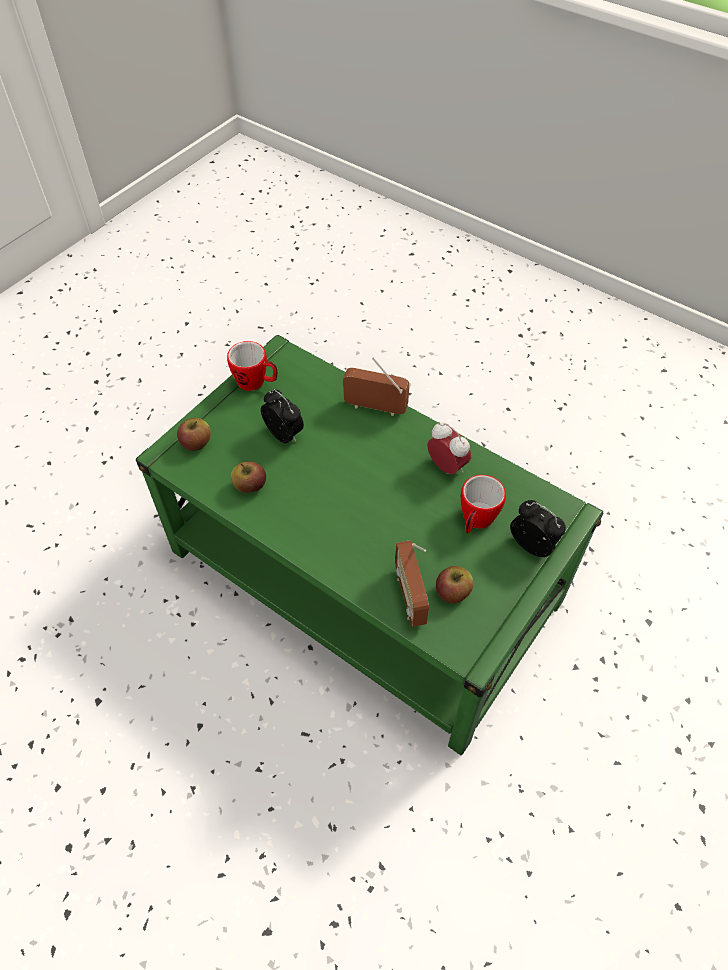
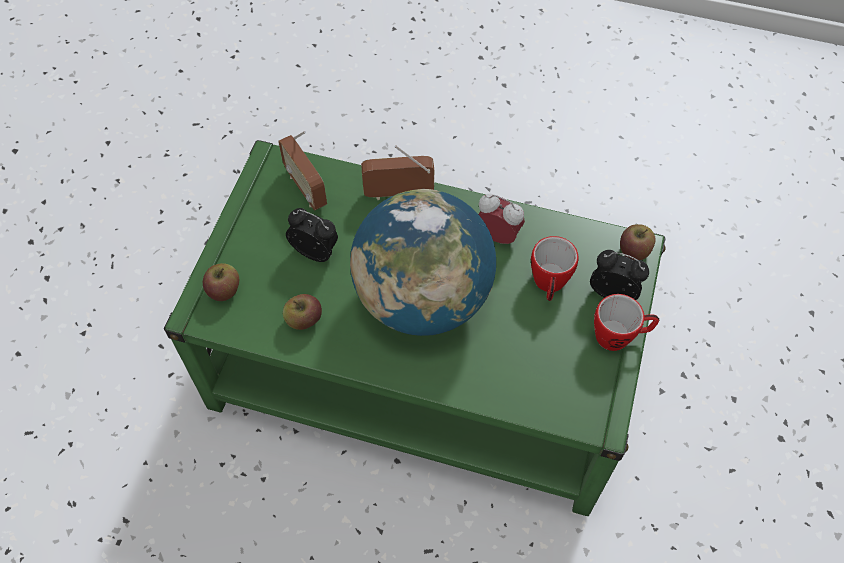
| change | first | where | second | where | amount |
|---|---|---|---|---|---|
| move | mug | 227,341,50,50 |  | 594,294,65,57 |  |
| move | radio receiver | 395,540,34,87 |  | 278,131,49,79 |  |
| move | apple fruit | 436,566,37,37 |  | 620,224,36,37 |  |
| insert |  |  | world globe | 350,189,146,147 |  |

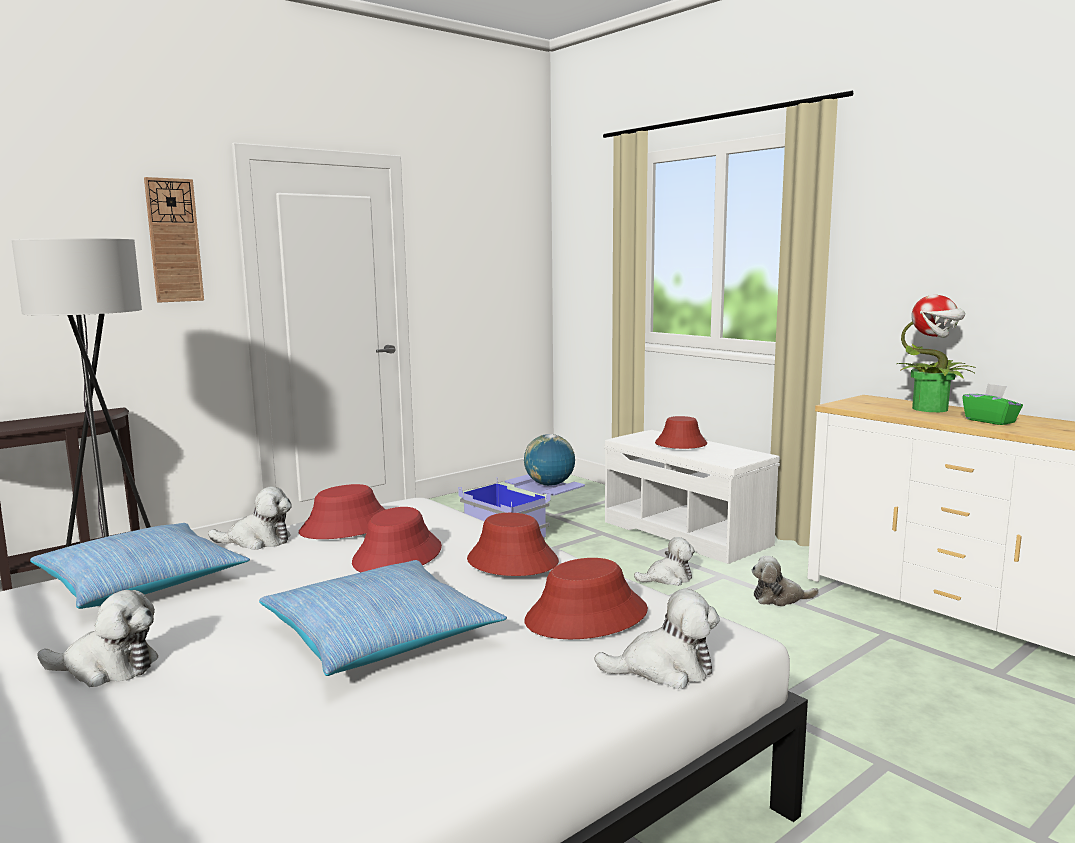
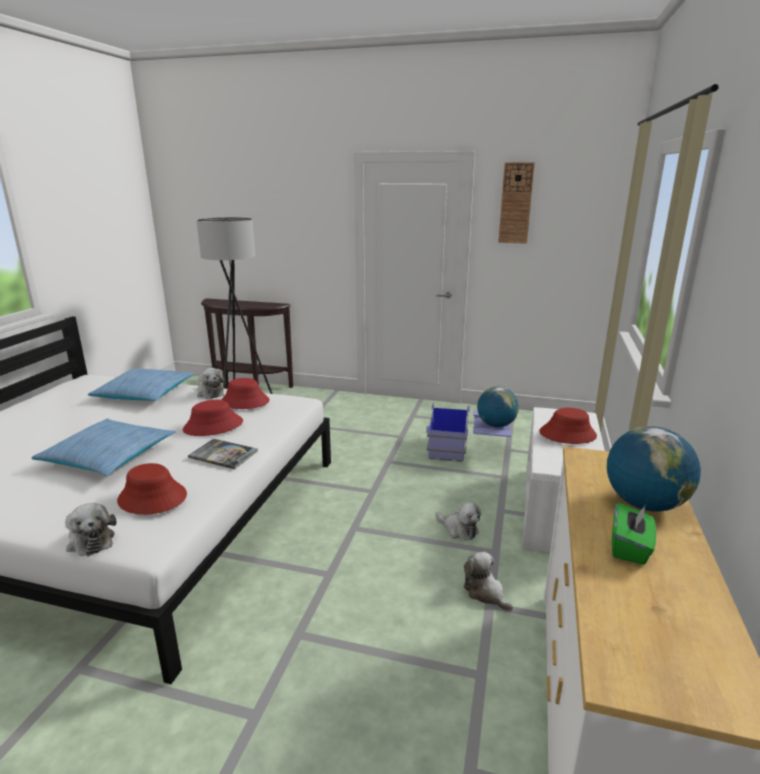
| change | first | where | second | where | amount |
|---|---|---|---|---|---|
| delete | plush toy | 37,590,121,97 |  |  |  |
| move | hanging clock | 144,177,60,126 |  | 498,162,37,82 |  |
| replace | red-coloured clothing hat | 467,513,92,63 | bound book | 188,439,70,30 |  |
| replace | houseplant | 897,295,78,117 | world globe | 607,426,94,86 |  |

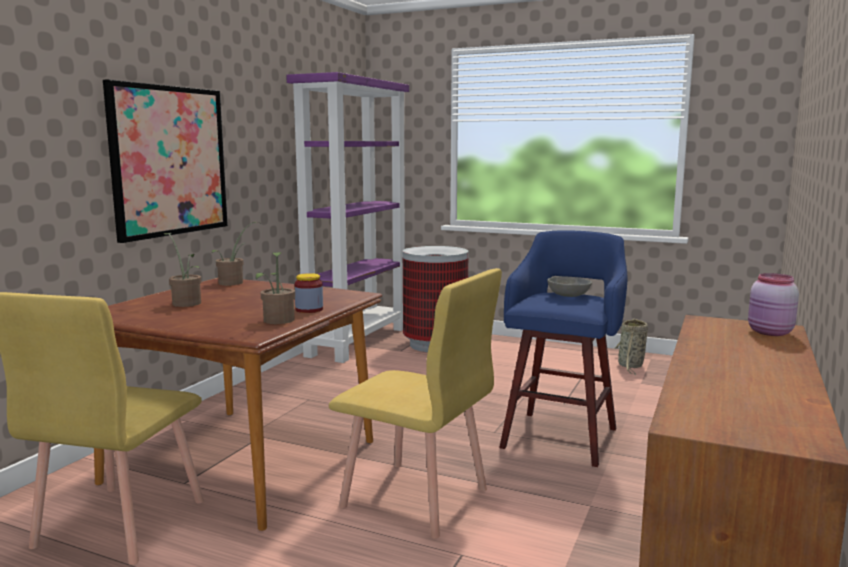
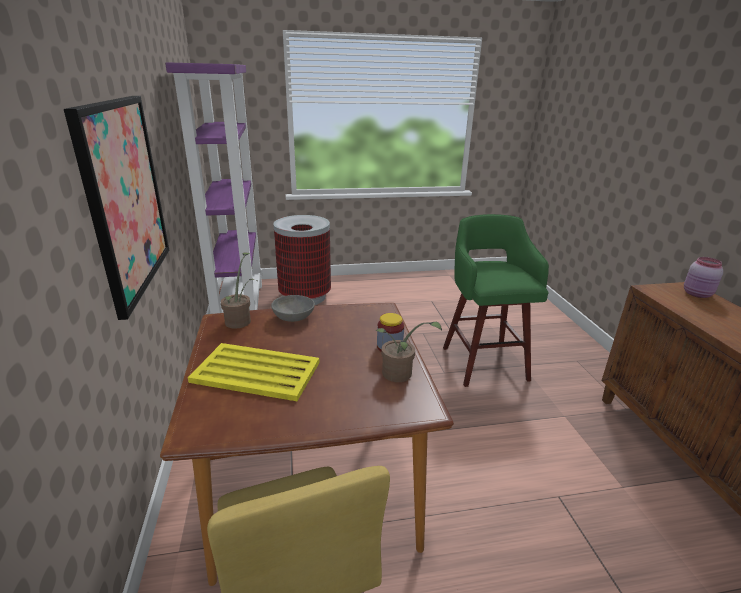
| change | first | where | second | where | amount |
|---|---|---|---|---|---|
| replace | houseplant | 163,233,38,74 | yellow serving tray | 188,343,131,58 |  |
| delete | yellow upright chair | 329,268,173,271 |  |  |  |
| recolor | blue-coloured sitting stool | 499,230,129,237 | green sitting stool | 443,214,106,173 |  |
| move | greyish bowl | 547,276,45,21 |  | 271,295,44,27 |  |
| delete | storage basket | 615,318,33,57 |  |  |  |

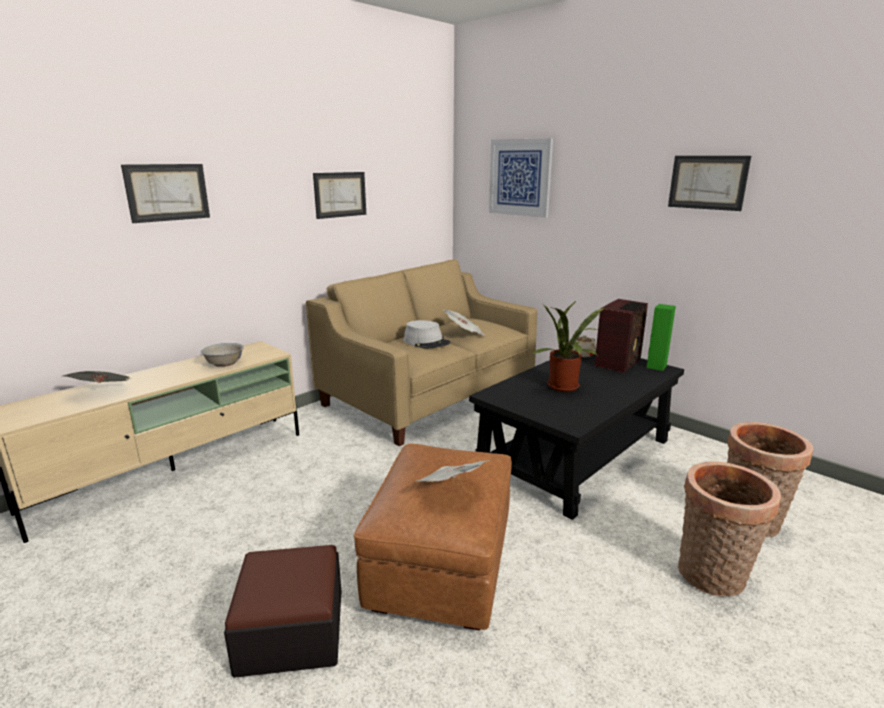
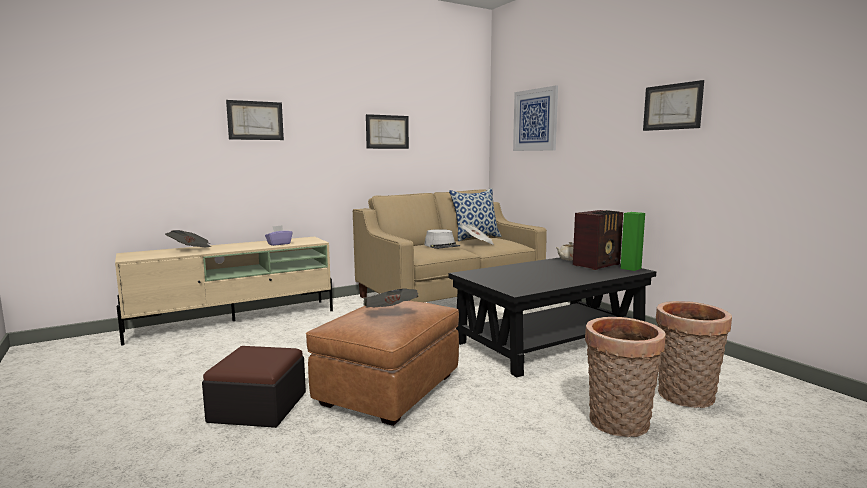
| change | first | where | second | where | amount |
|---|---|---|---|---|---|
| replace | whitish bowl | 201,343,43,24 | purple-coloured box of tissues | 265,225,27,21 |  |
| delete | houseplant | 532,300,73,92 |  |  |  |
| insert |  |  | throw pillow | 449,188,52,53 |  |

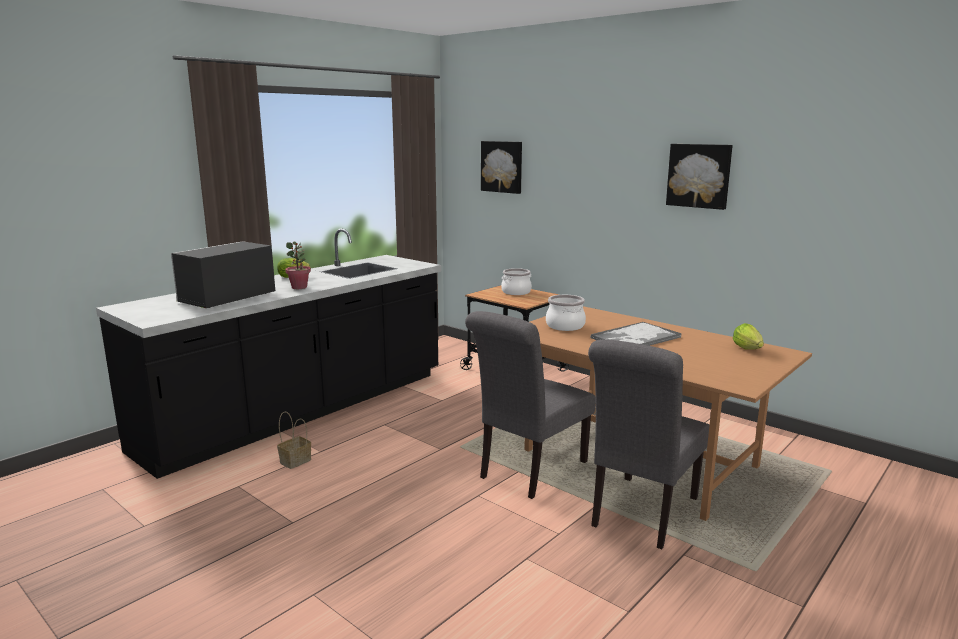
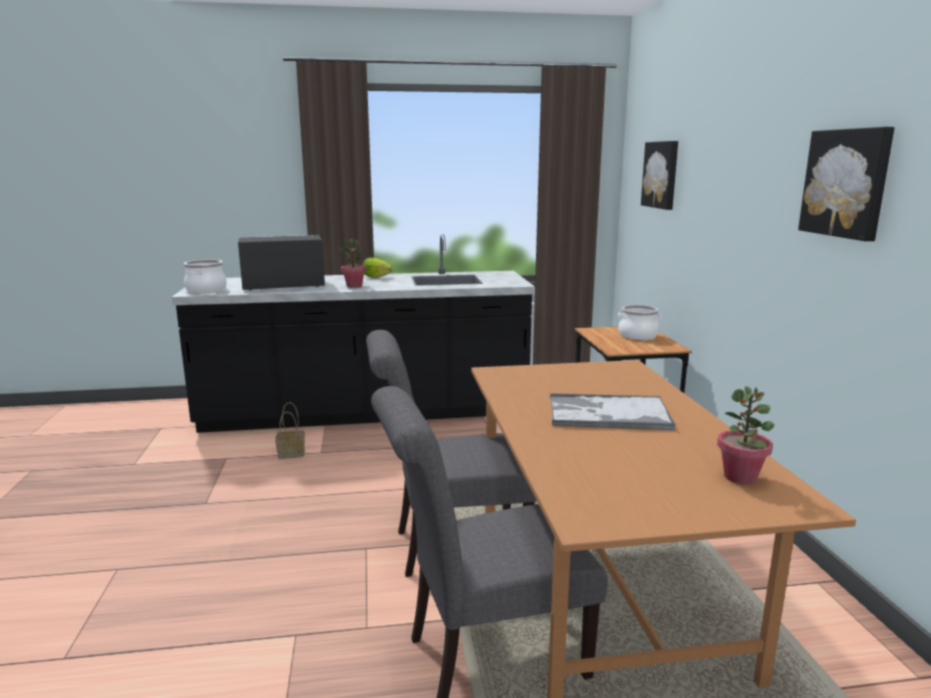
| change | first | where | second | where | amount |
|---|---|---|---|---|---|
| move | cooking pot | 546,295,40,36 |  | 184,260,43,34 |  |
| replace | lettuce | 733,323,31,27 | houseplant | 717,386,58,99 |  |

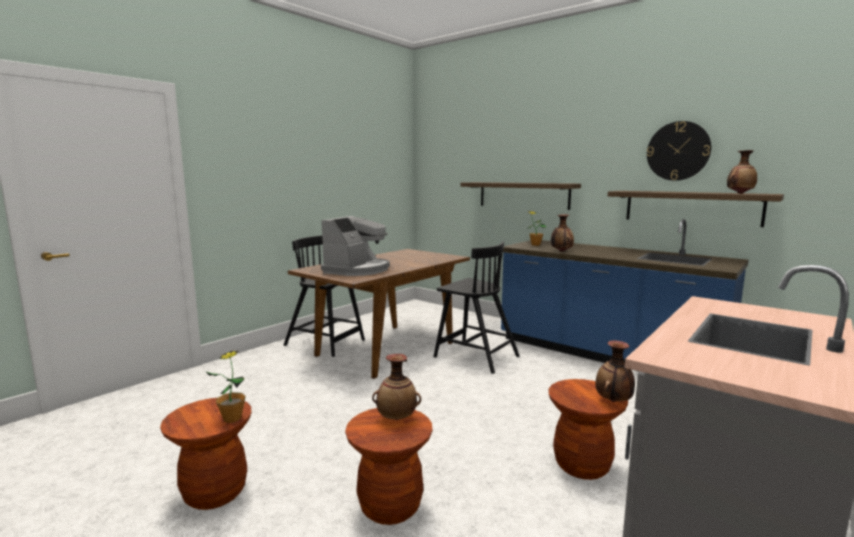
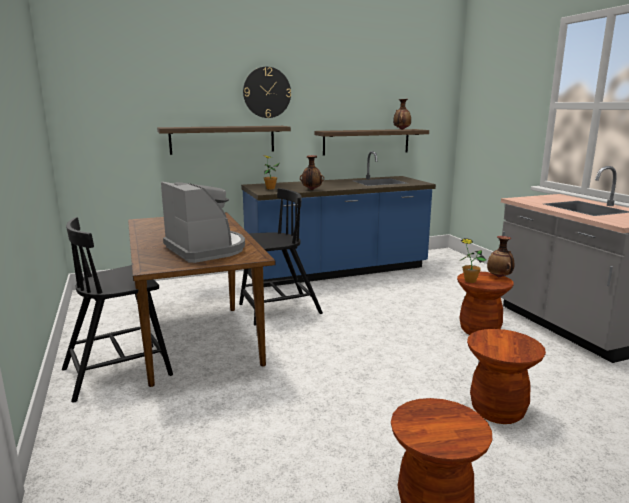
| change | first | where | second | where | amount |
|---|---|---|---|---|---|
| move | houseplant | 205,351,41,72 |  | 461,238,25,45 |  |
| delete | decorative vase | 372,354,49,66 |  |  |  |
| move | hanging clock | 647,121,64,60 |  | 243,67,48,51 |  |

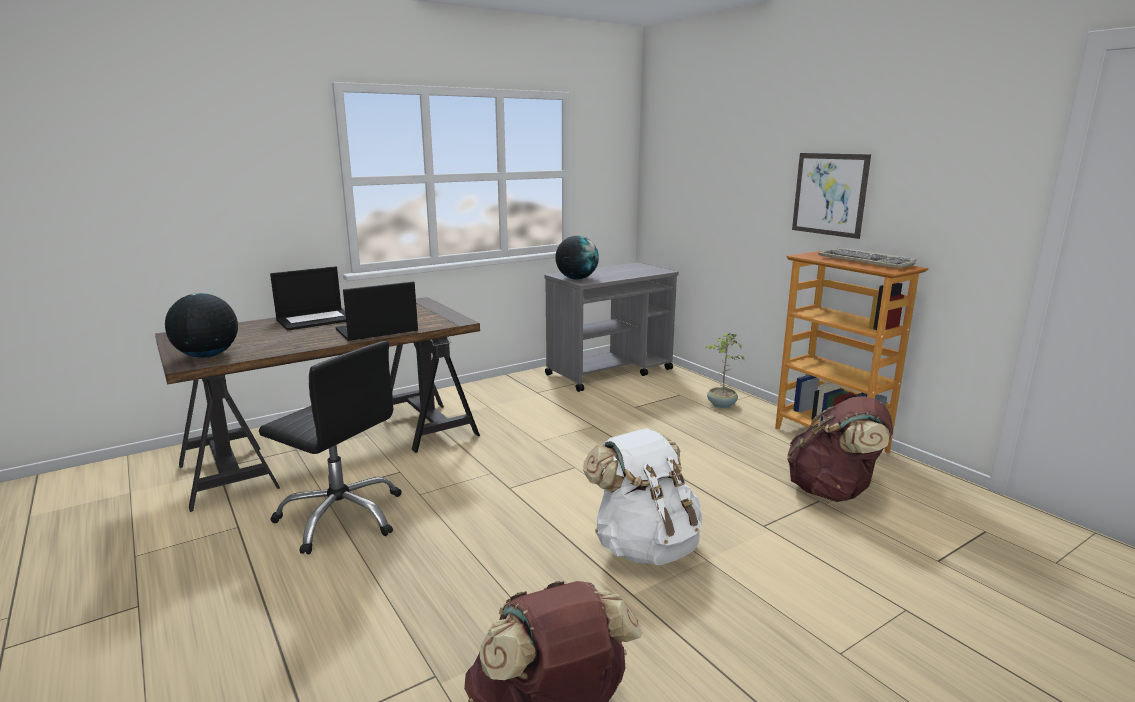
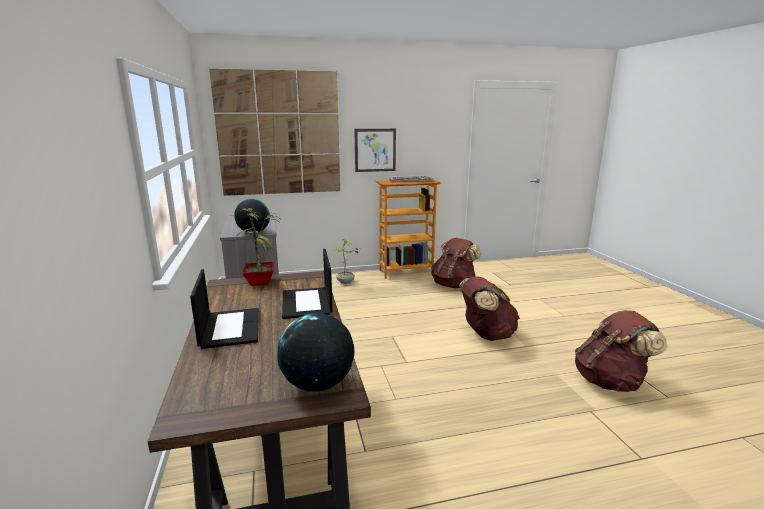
| change | first | where | second | where | amount |
|---|---|---|---|---|---|
| delete | black desk chair | 259,341,143,213 |  |  |  |
| recolor | whitish backpack | 583,428,119,137 | brownish backpack | 459,276,61,65 |  |
| insert |  |  | wall picture | 209,69,131,127 |  |
| insert |  |  | houseplant | 233,206,47,80 |  |

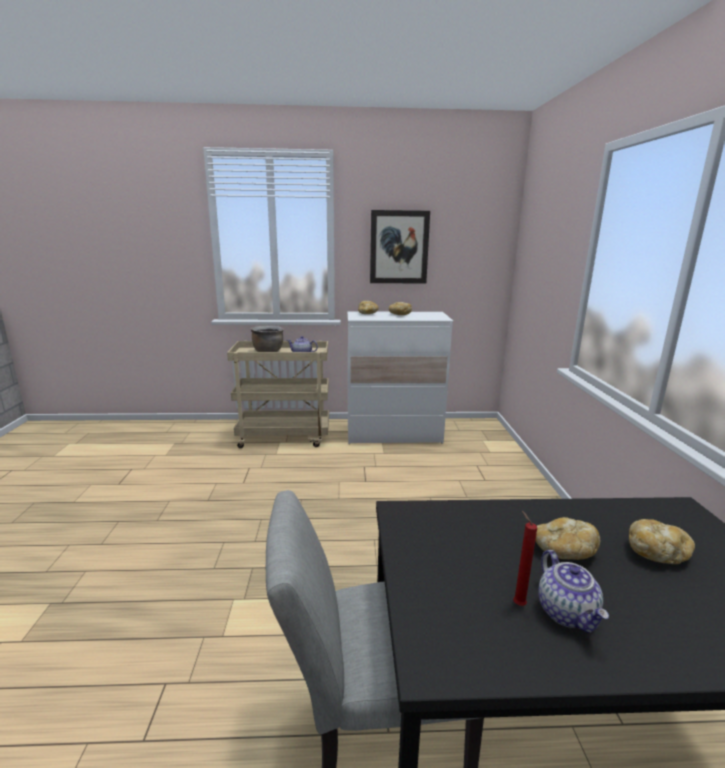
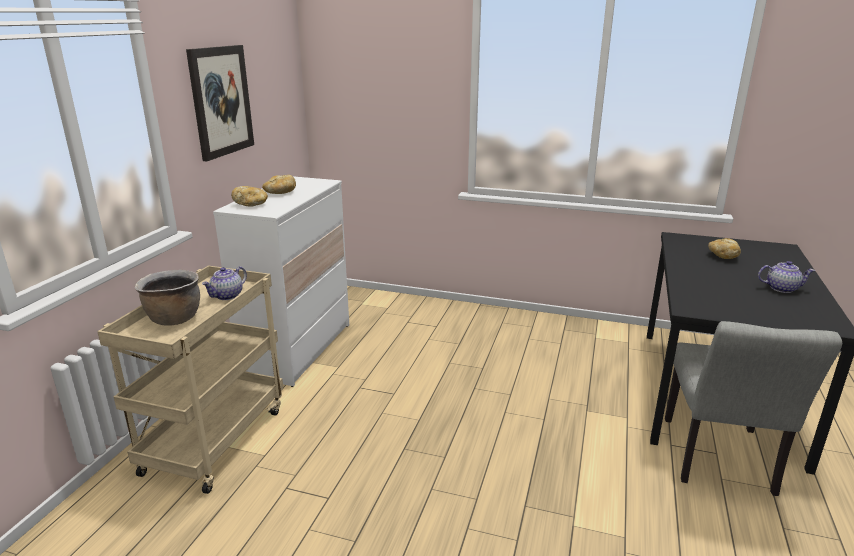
| change | first | where | second | where | amount |
|---|---|---|---|---|---|
| delete | red-coloured candle | 513,511,24,95 |  |  |  |
| delete | baked bread | 535,517,65,43 |  |  |  |

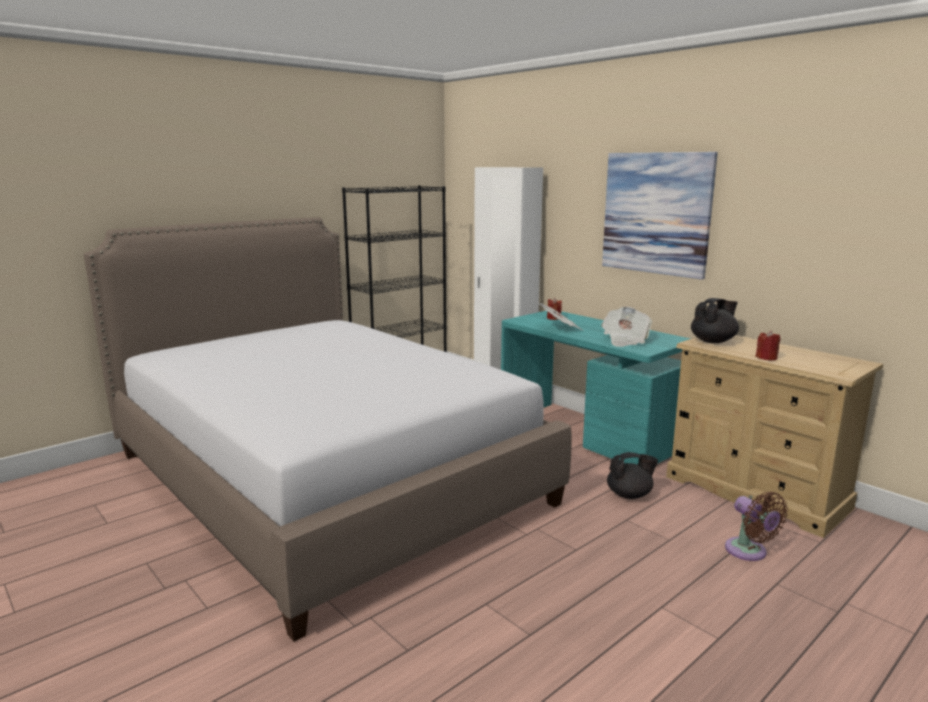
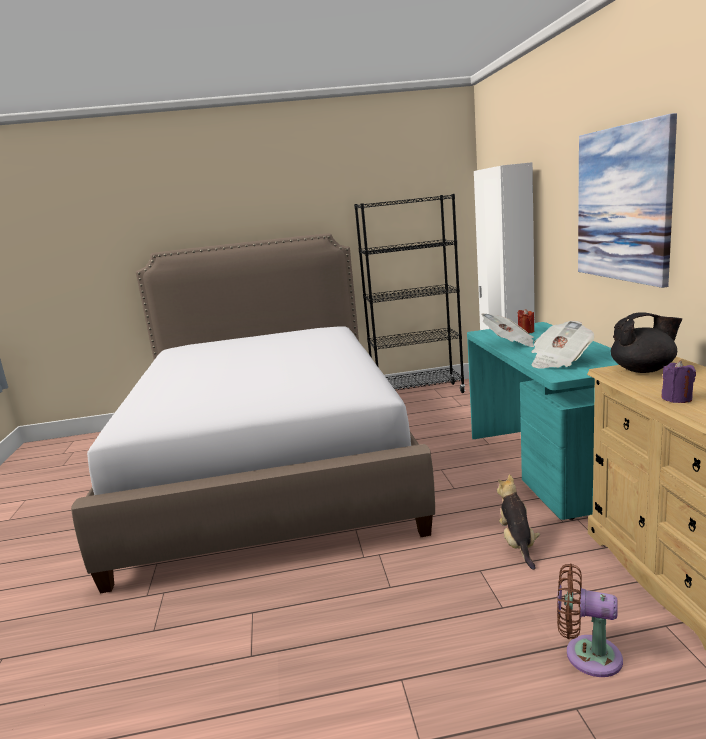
| change | first | where | second | where | amount |
|---|---|---|---|---|---|
| replace | black teapot | 607,452,51,47 | plush toy | 497,474,43,96 |  |
| rotate | brownish cooling fan | 725,492,63,69 |  | 557,564,66,113 | 105 degrees clockwise |
| recolor | red-coloured candle | 755,331,26,30 | purple-coloured candle | 661,361,35,42 |  |

